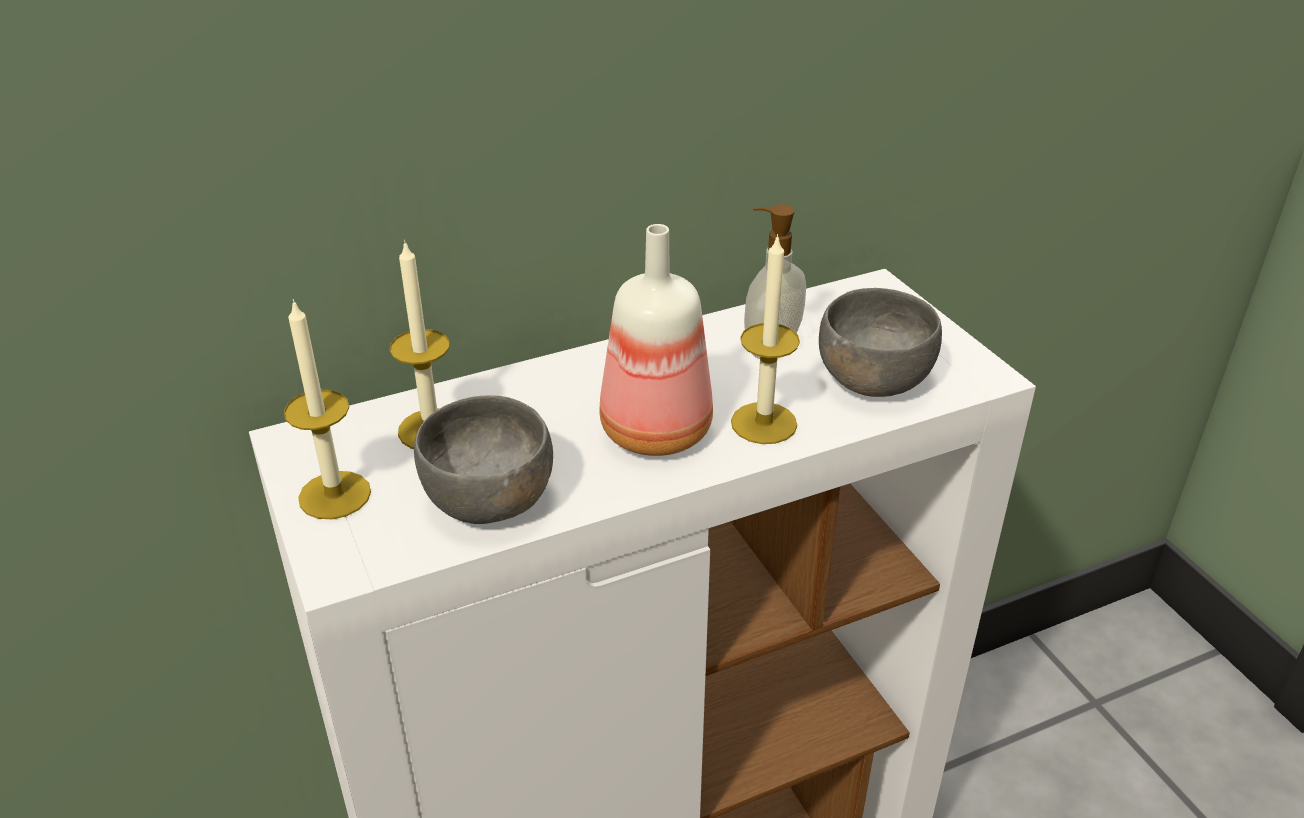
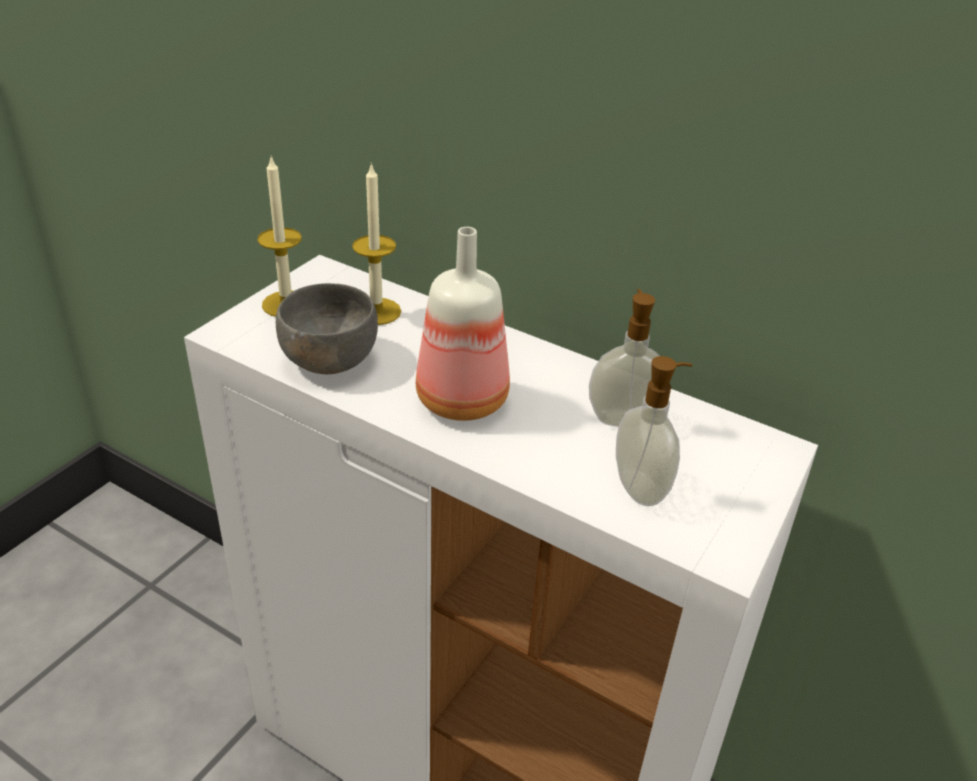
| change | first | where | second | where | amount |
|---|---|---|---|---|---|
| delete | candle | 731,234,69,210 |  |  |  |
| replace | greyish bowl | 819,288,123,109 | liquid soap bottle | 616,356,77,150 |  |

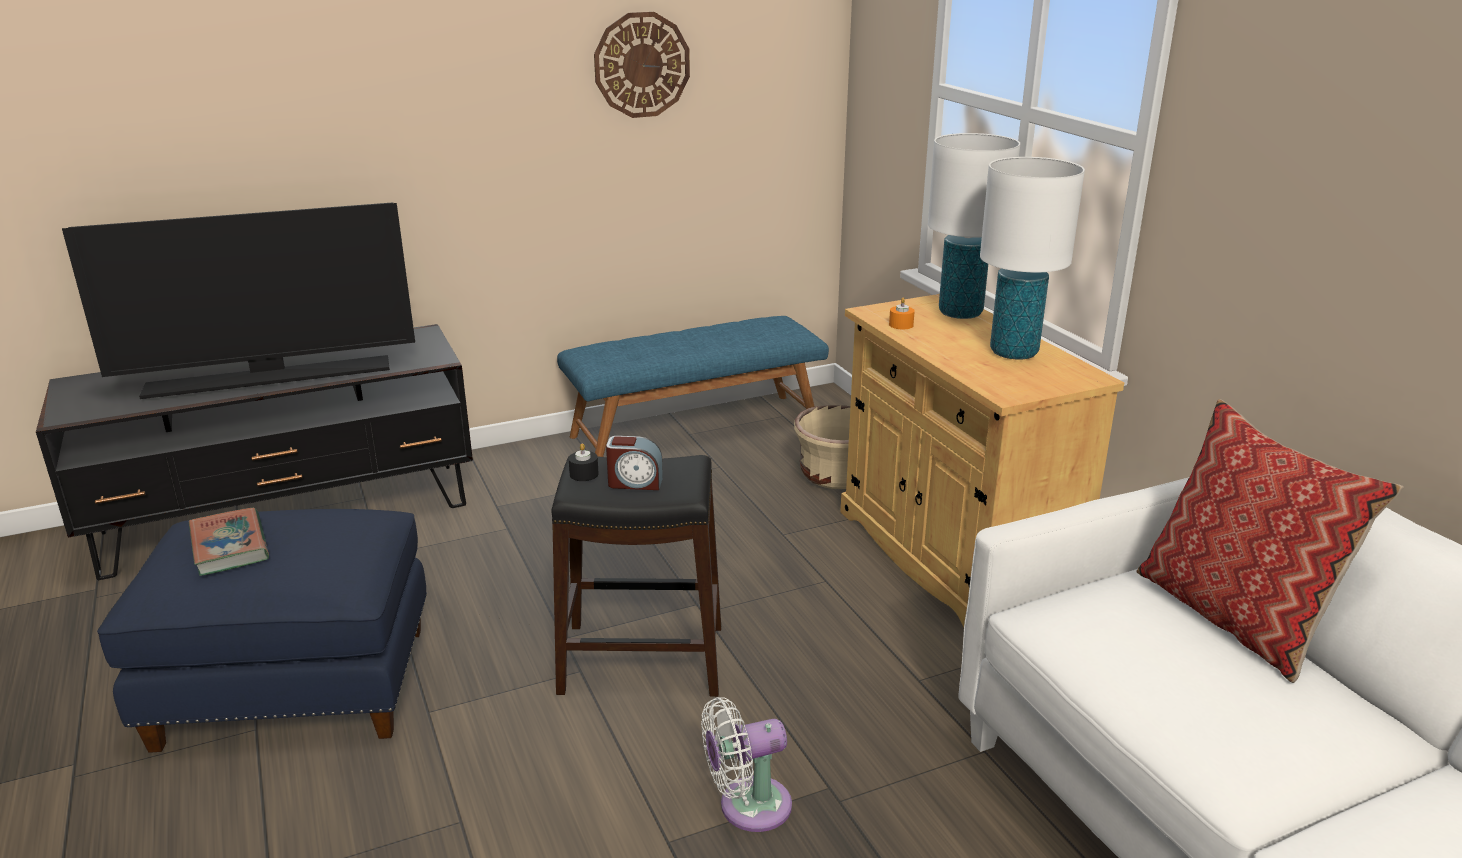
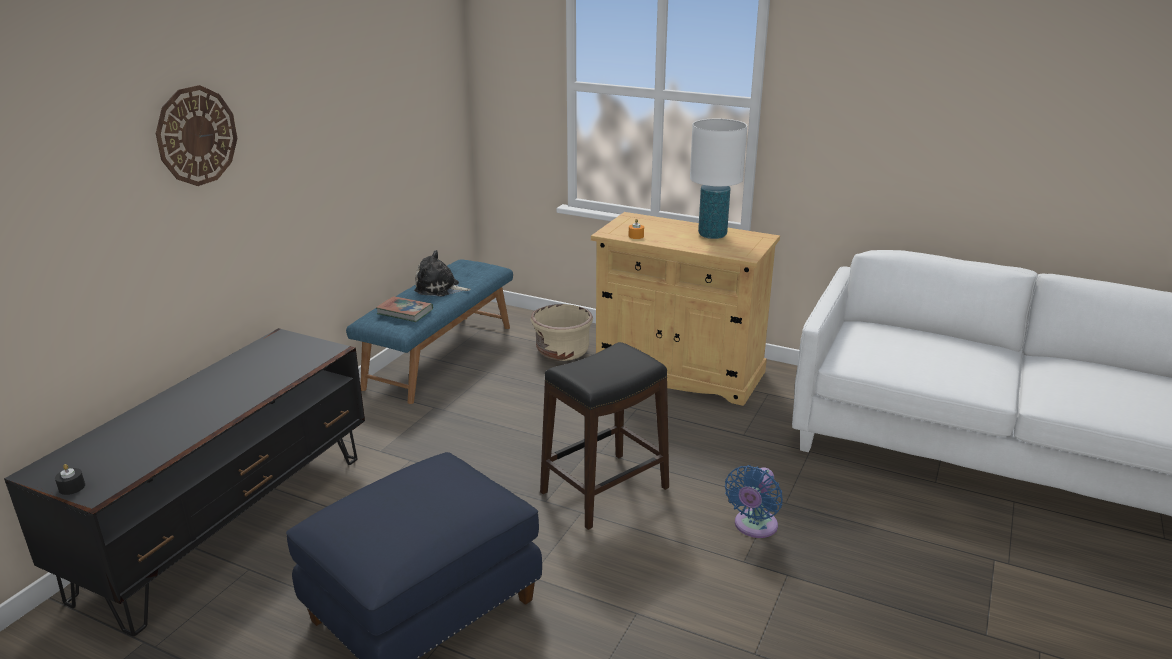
| change | first | where | second | where | amount |
|---|---|---|---|---|---|
| delete | TV set | 62,202,353,197 |  |  |  |
| move | bound book | 189,508,80,68 |  | 376,296,57,26 |  |
| move | black candle | 569,443,30,38 |  | 55,464,30,31 |  |
| move | hanging clock | 594,12,96,106 |  | 156,85,81,101 |  |
| delete | table clock | 606,436,57,54 |  |  |  |
| recolor | whitish cooling fan | 701,697,91,135 | blue-coloured cooling fan | 725,465,58,73 |  |
| delete | whitish table lamp | 928,133,92,186 |  |  |  |
| delete | throw pillow | 1136,399,268,284 |  |  |  |
| insert |  |  | plush toy | 414,250,57,46 |  |

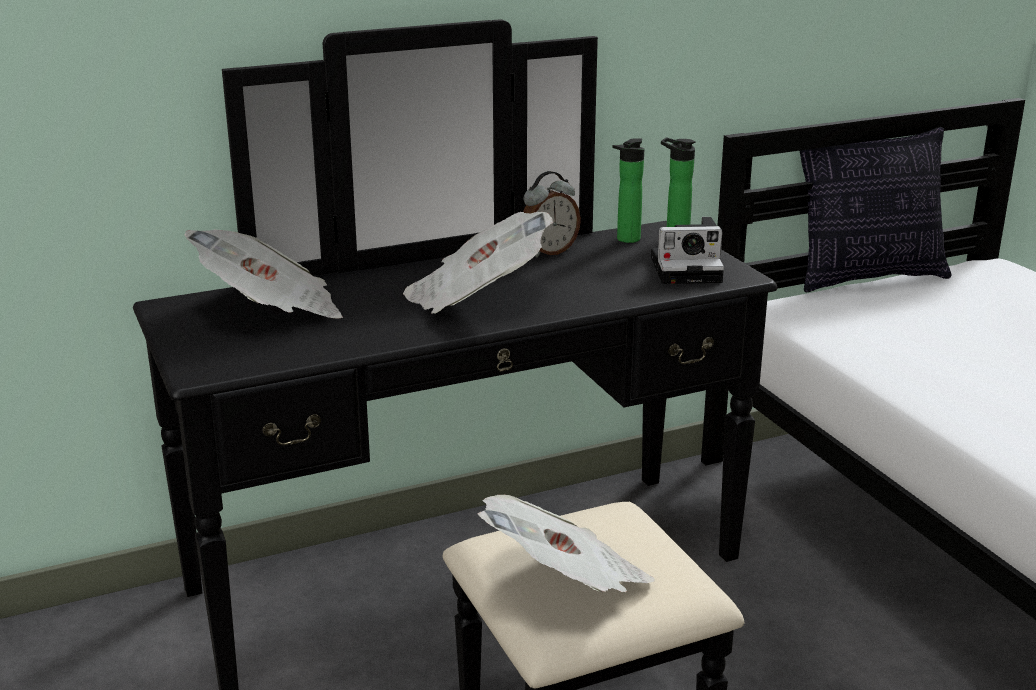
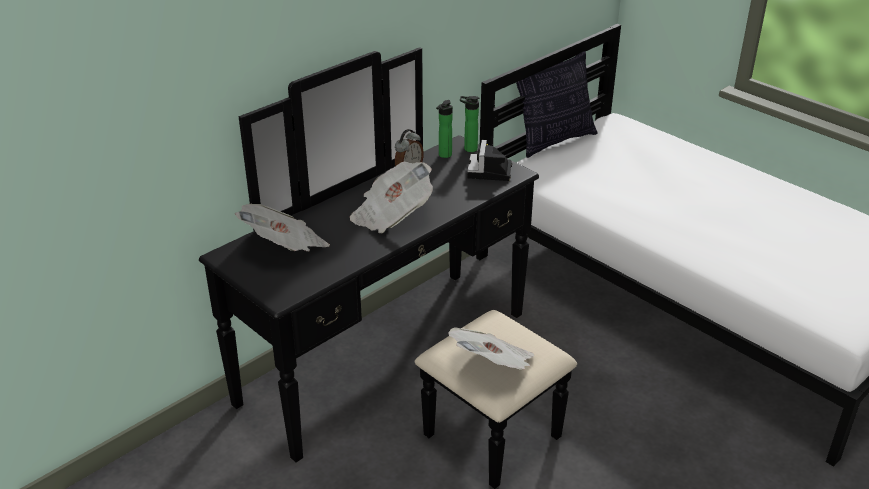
| change | first | where | second | where | amount |
|---|---|---|---|---|---|
| rotate | photo camera | 651,217,73,67 |  | 467,140,45,41 | 120 degrees clockwise |

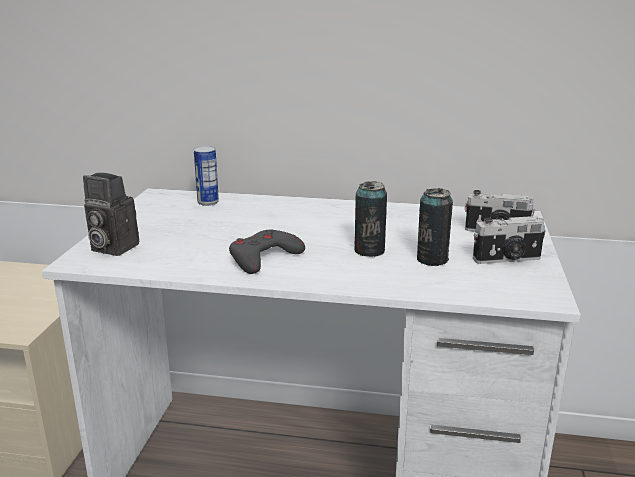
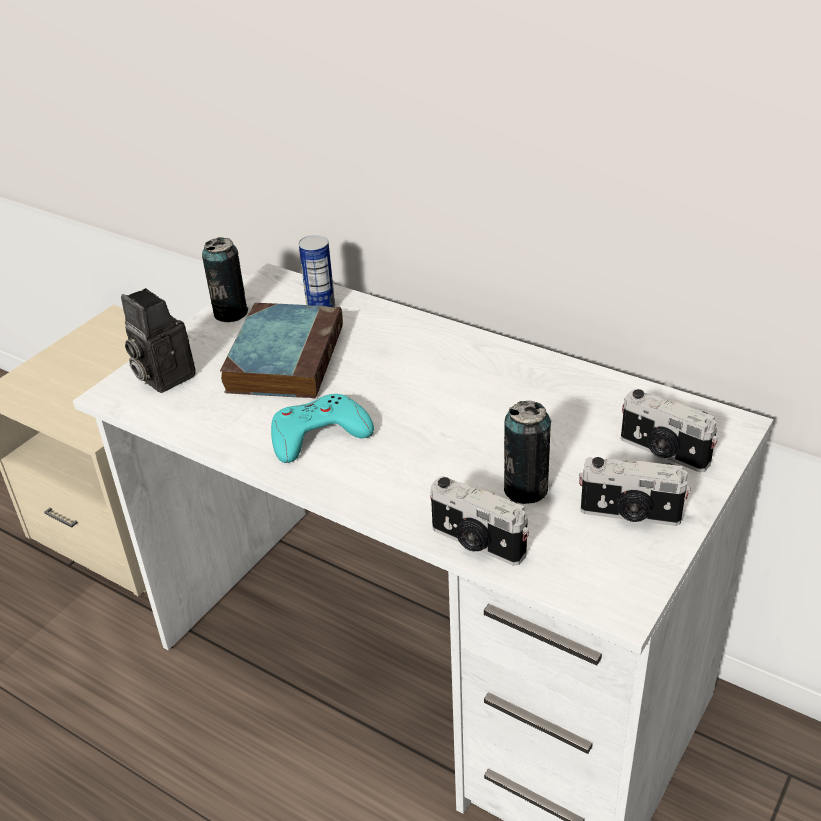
| change | first | where | second | where | amount |
|---|---|---|---|---|---|
| recolor | greyish joypad | 229,230,76,44 | turquoise joypad | 271,394,103,69 |  |
| move | can | 354,181,33,76 |  | 202,237,46,85 |  |
| insert |  |  | bound book | 220,303,123,95 |  |
| insert |  |  | photo camera | 430,476,99,90 |  |

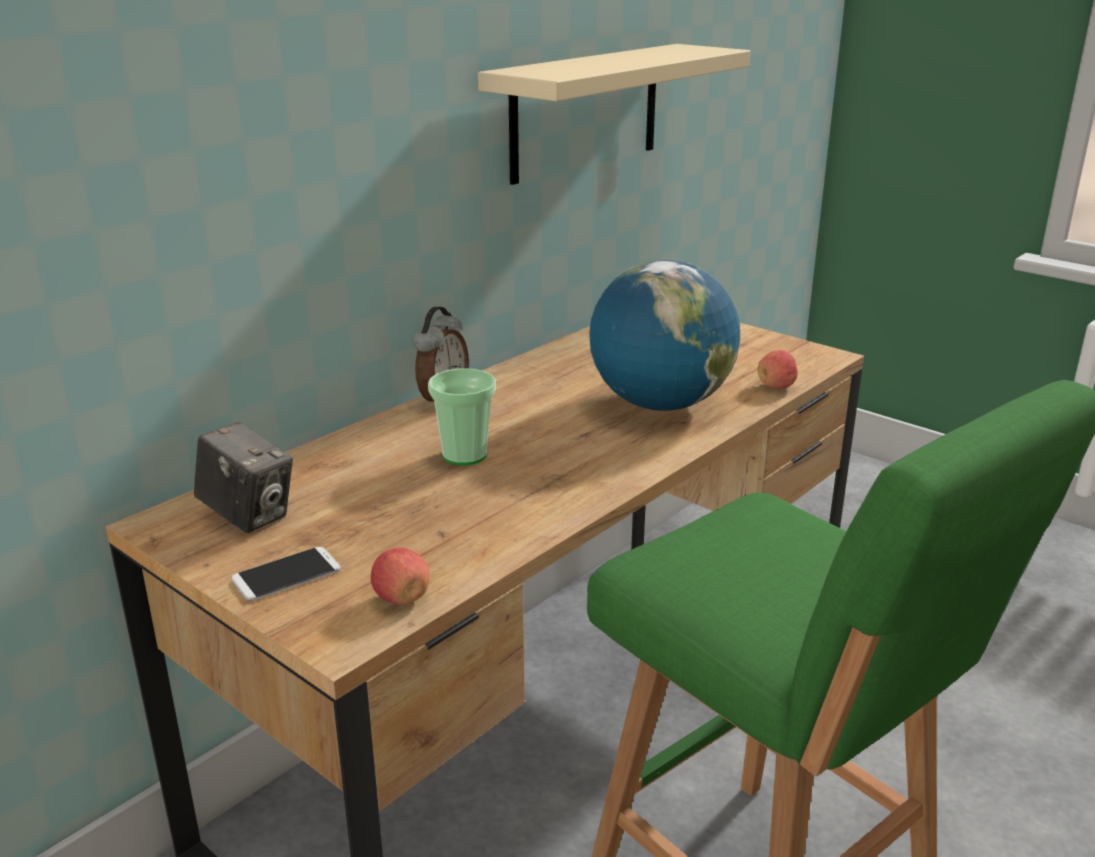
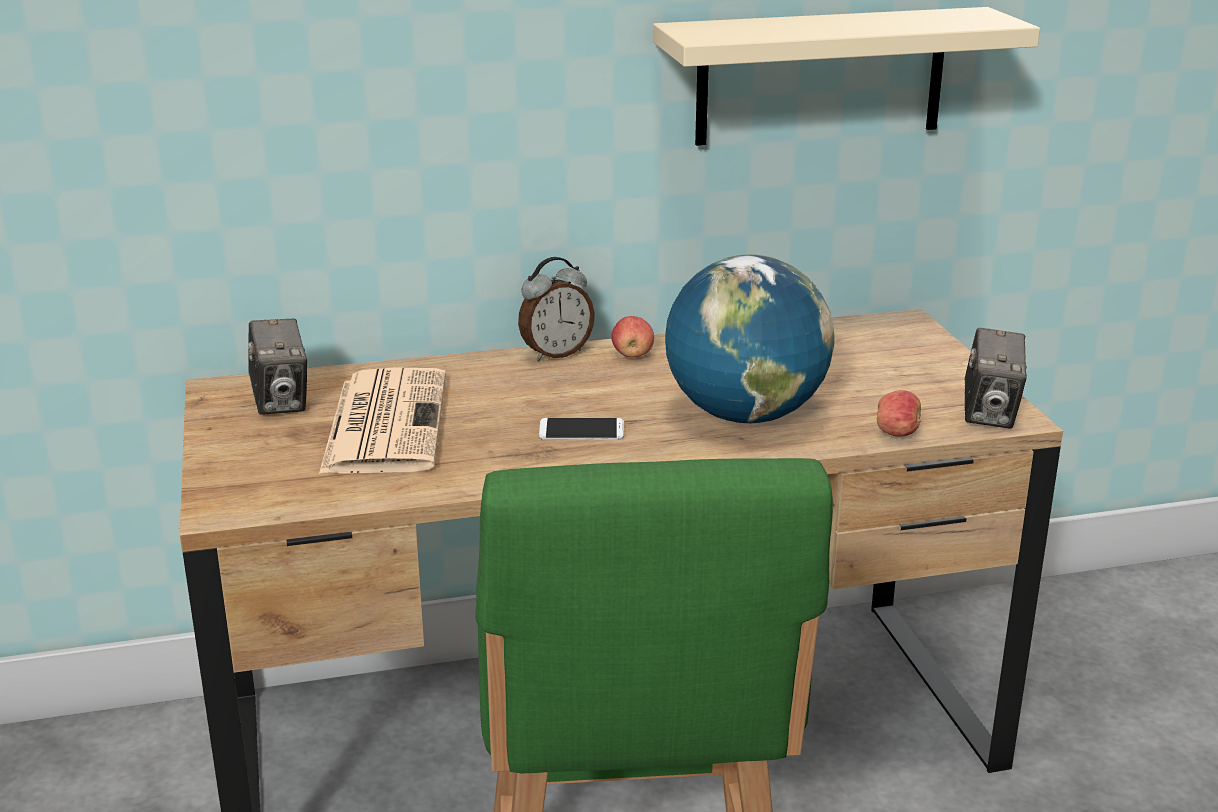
| change | first | where | second | where | amount |
|---|---|---|---|---|---|
| move | phone | 231,547,110,54 |  | 539,418,85,22 |  |
| move | apple fruit | 371,548,59,57 |  | 612,316,42,42 |  |
| delete | drinking cup | 428,368,68,97 |  |  |  |
| insert |  |  | newspaper | 319,368,127,106 |  |
| insert |  |  | photo camera | 965,328,62,101 |  |

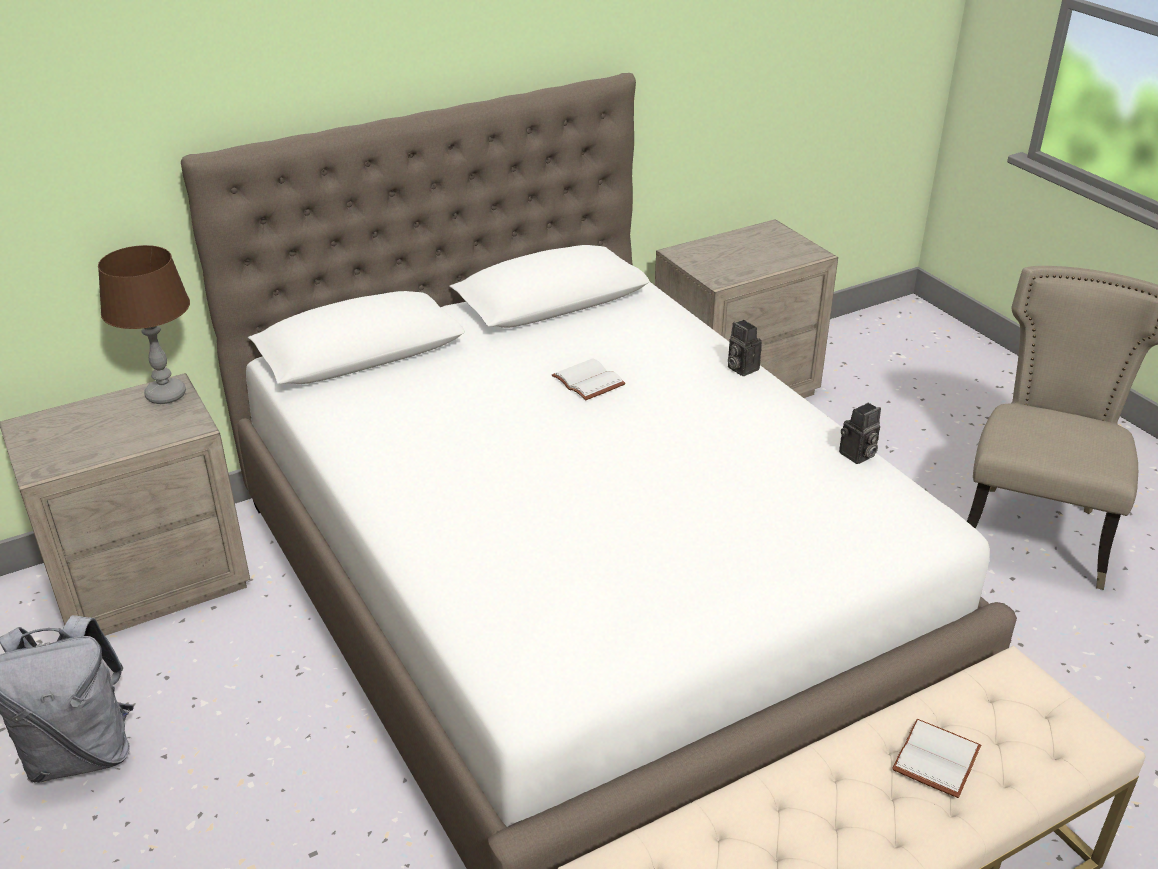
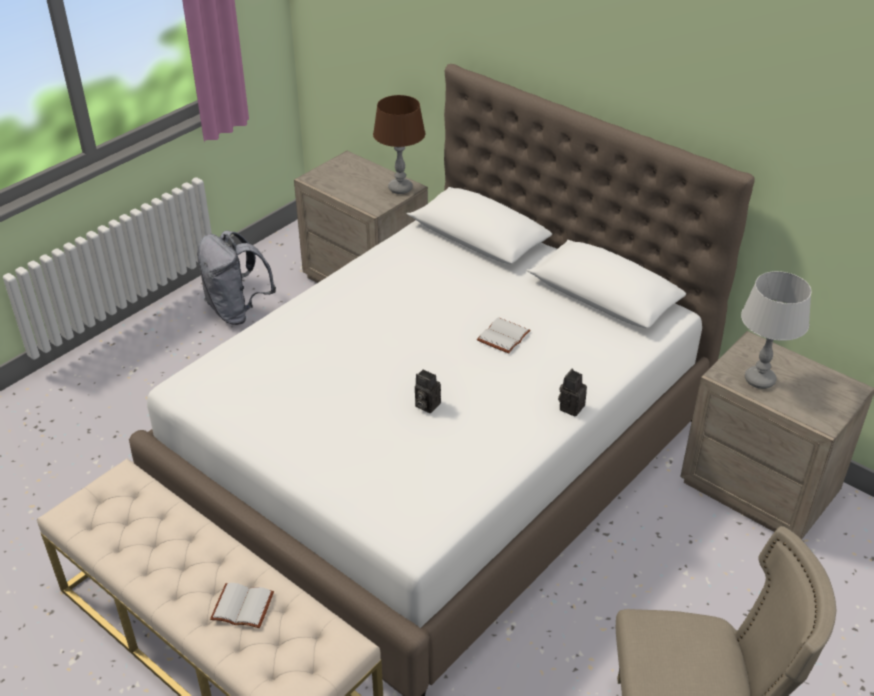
| change | first | where | second | where | amount |
|---|---|---|---|---|---|
| move | photo camera | 839,403,42,61 |  | 415,369,26,44 |  |
| insert |  |  | greyish table lamp | 741,271,70,118 |  |

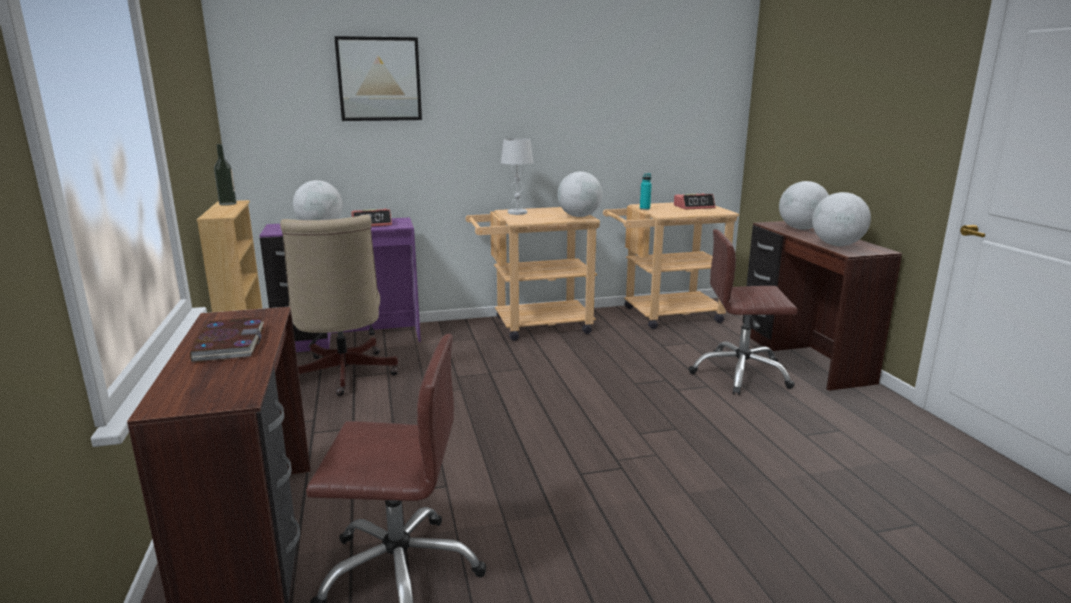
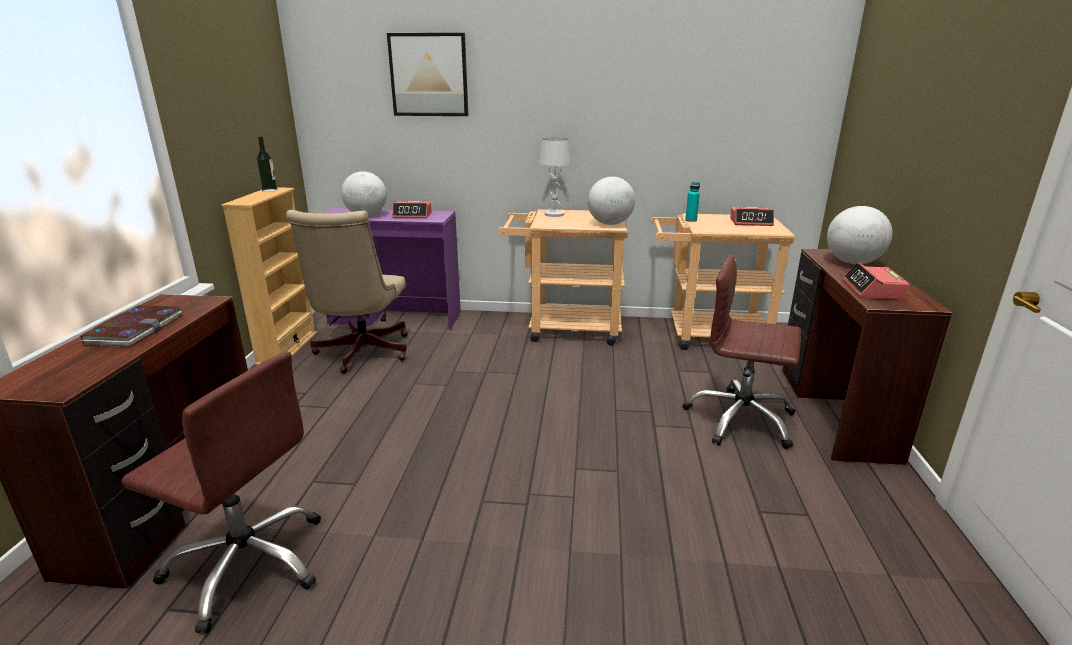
| change | first | where | second | where | amount |
|---|---|---|---|---|---|
| replace | world globe | 812,192,59,54 | table clock | 843,262,66,38 |  |

